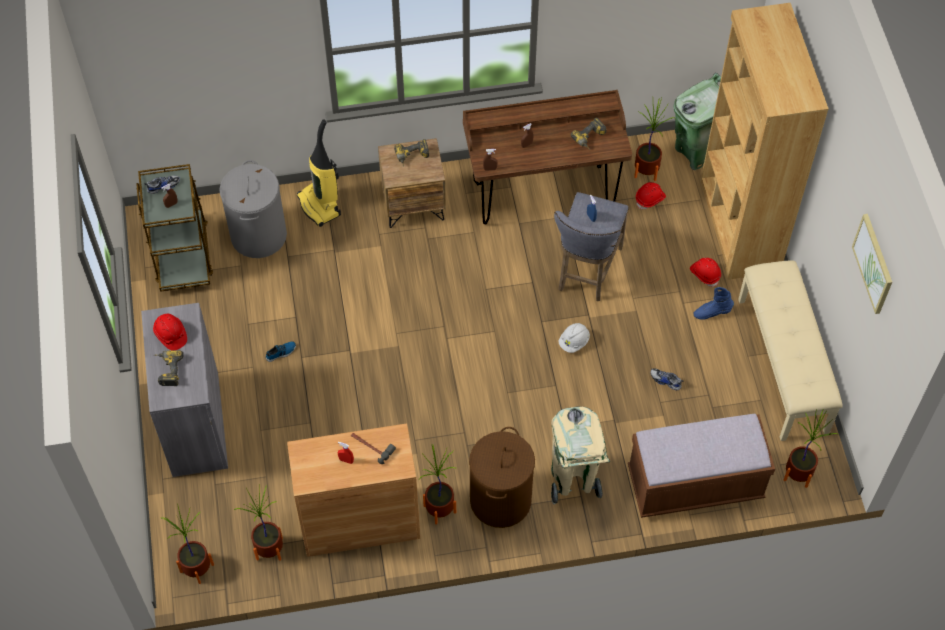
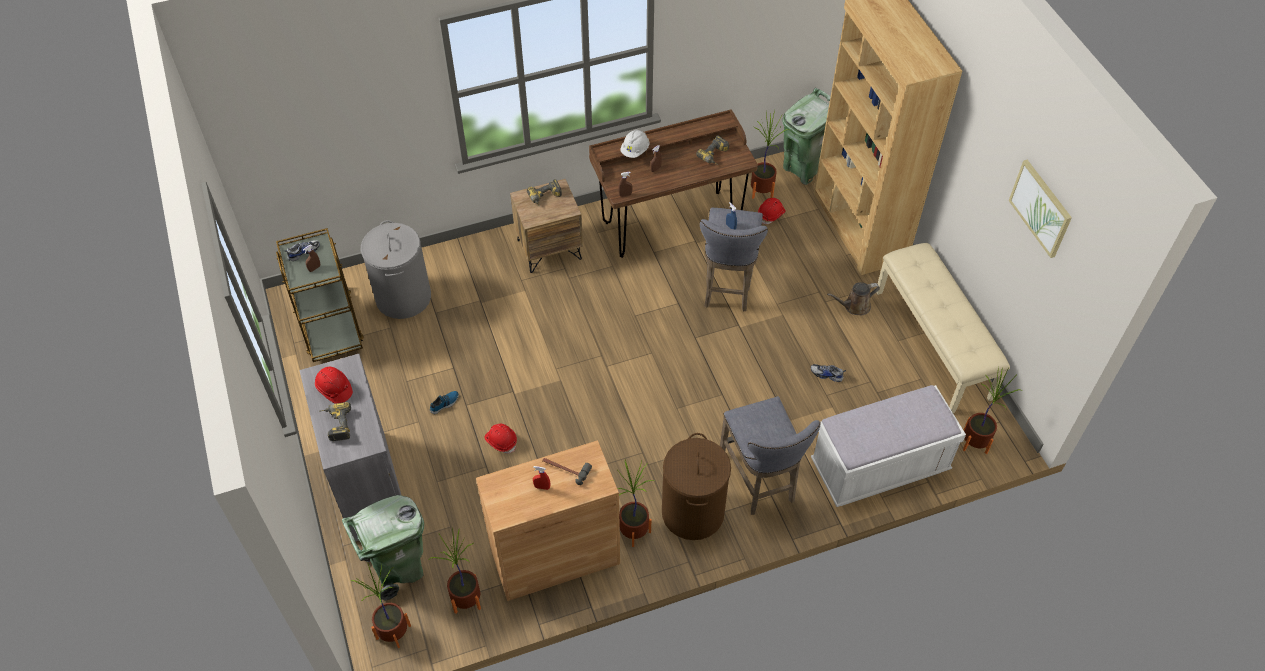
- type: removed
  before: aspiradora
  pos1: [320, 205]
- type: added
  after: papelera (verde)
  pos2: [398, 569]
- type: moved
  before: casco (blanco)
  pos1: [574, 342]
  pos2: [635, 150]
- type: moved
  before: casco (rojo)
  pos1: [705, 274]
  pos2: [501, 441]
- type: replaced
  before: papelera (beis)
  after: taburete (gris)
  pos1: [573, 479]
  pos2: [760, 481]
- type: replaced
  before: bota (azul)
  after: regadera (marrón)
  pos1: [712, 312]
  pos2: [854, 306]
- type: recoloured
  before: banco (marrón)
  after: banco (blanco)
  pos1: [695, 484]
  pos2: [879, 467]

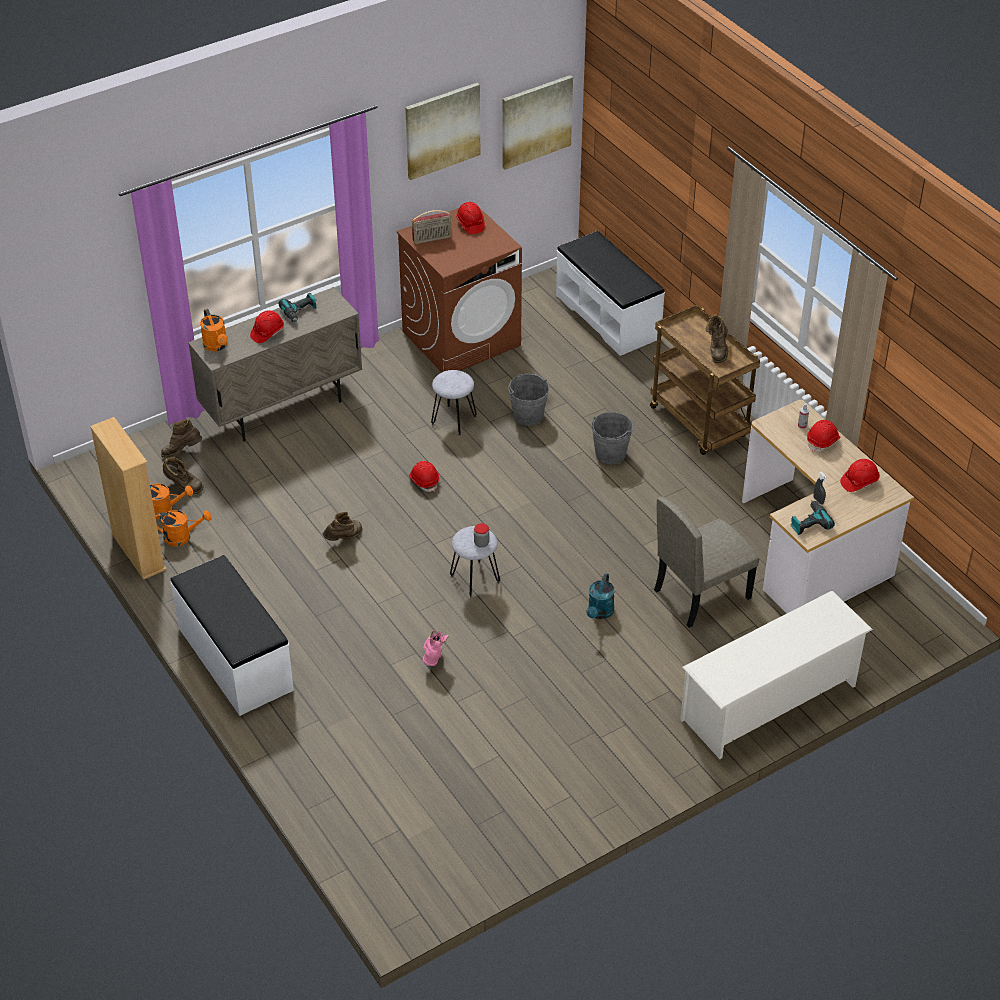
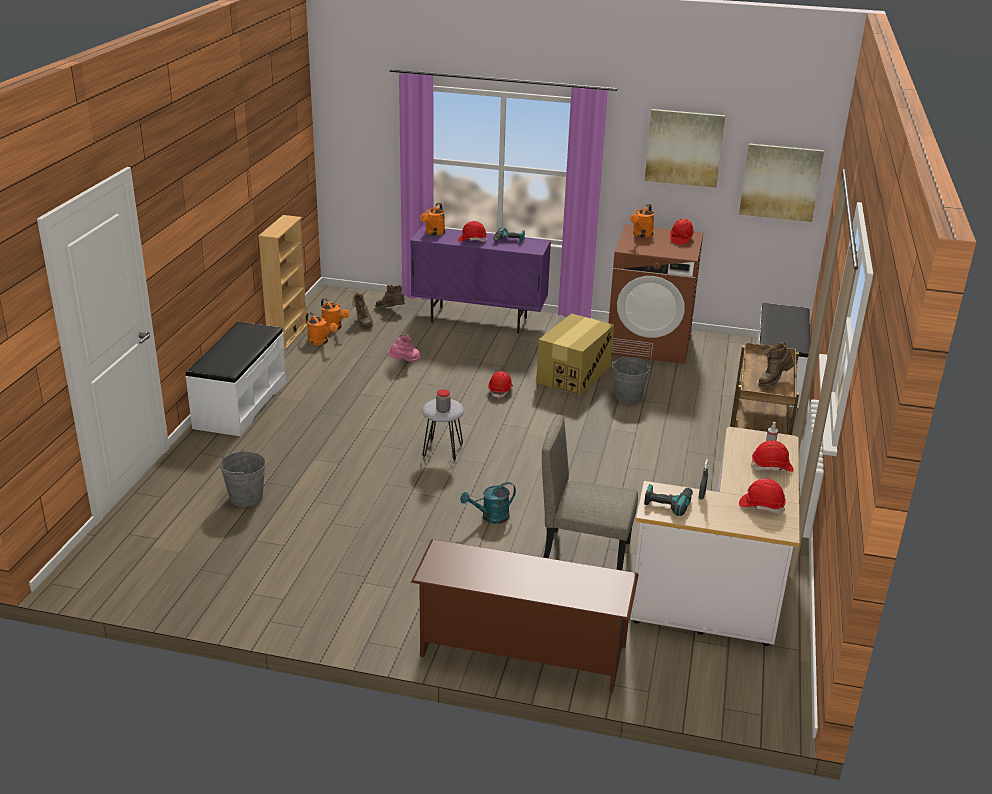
- type: removed
  before: bota (marrón)
  pos1: [344, 538]
- type: moved
  before: bota (rosa)
  pos1: [433, 658]
  pos2: [405, 361]
- type: moved
  before: cubo (gris)
  pos1: [610, 454]
  pos2: [246, 497]
- type: replaced
  before: radio
  after: regadera (naranja)
  pos1: [432, 239]
  pos2: [641, 235]
- type: replaced
  before: taburete (gris)
  after: caja de cartón
  pos1: [454, 420]
  pos2: [574, 374]
- type: recoloured
  before: armario (beis)
  after: armario (morado)
  pos1: [283, 409]
  pos2: [479, 320]
- type: recoloured
  before: zapatero (blanco)
  after: zapatero (marrón)
  pos1: [769, 703]
  pos2: [521, 651]

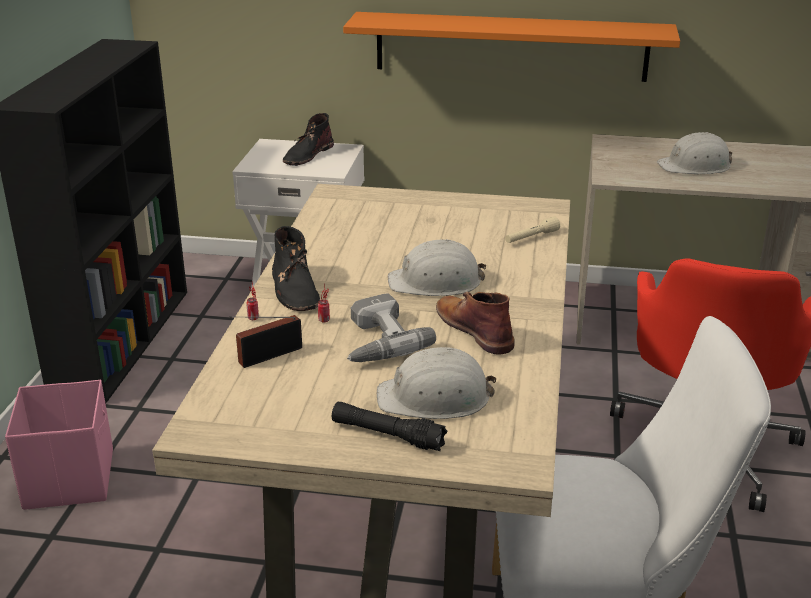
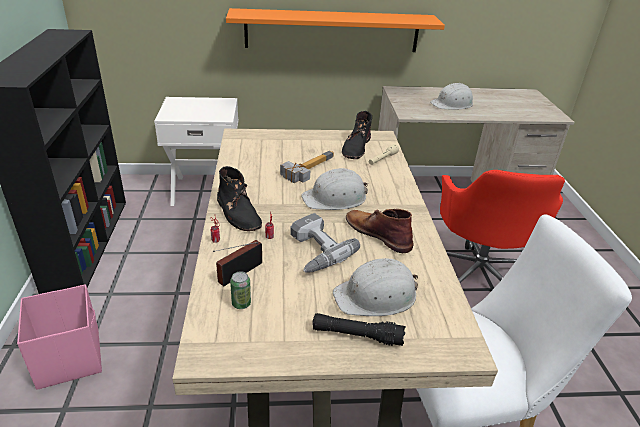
- type: added
  after: lata
  pos2: [241, 304]
- type: added
  after: martillo
  pos2: [306, 168]
- type: moved
  before: bota (negro)
  pos1: [307, 155]
  pos2: [356, 147]

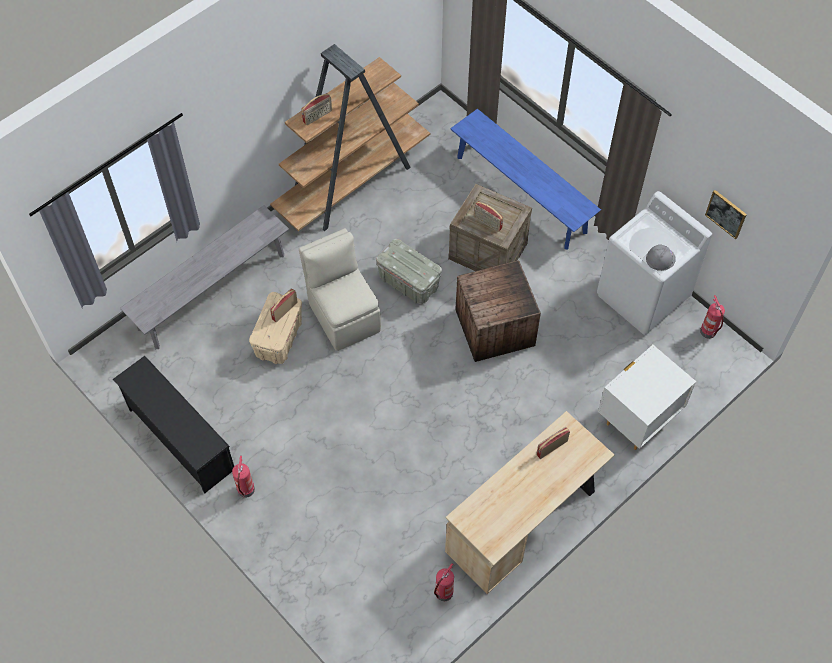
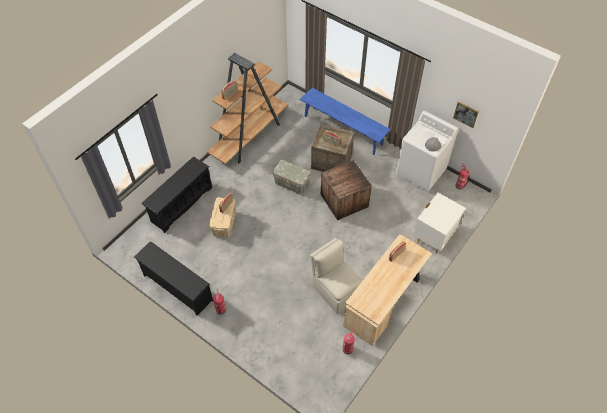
- type: moved
  before: silla (beis)
  pos1: [343, 315]
  pos2: [335, 290]
- type: replaced
  before: banco (gris)
  after: zapatero (negro)
  pos1: [212, 292]
  pos2: [181, 204]

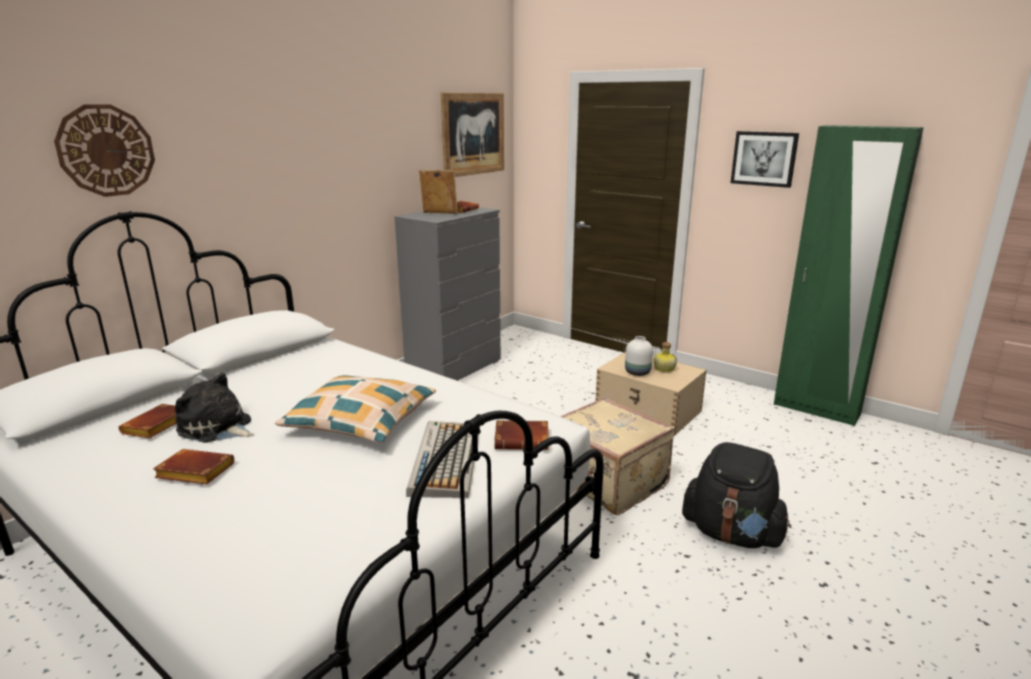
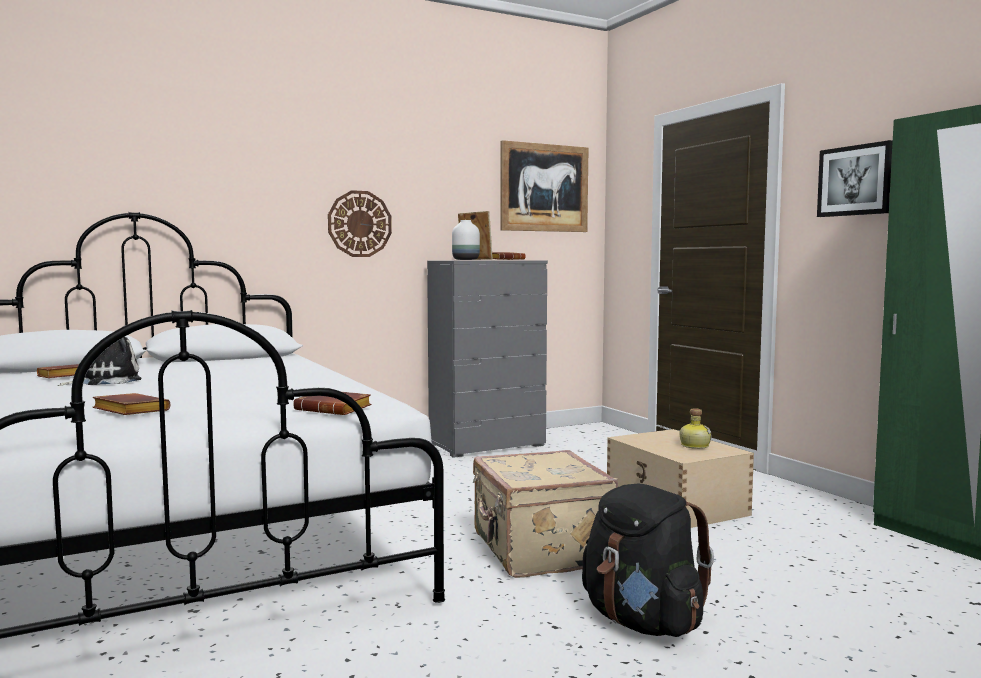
- type: removed
  before: cojín
  pos1: [361, 420]
- type: removed
  before: teclado
  pos1: [445, 459]
- type: moved
  before: reloj de pared
  pos1: [106, 150]
  pos2: [359, 224]
- type: moved
  before: libro (marrón)
  pos1: [193, 473]
  pos2: [128, 411]
- type: moved
  before: florero (blanco)
  pos1: [637, 372]
  pos2: [465, 260]
- type: turned
  before: peluche
  pos1: [217, 428]
  pos2: [106, 381]
  turn: 90

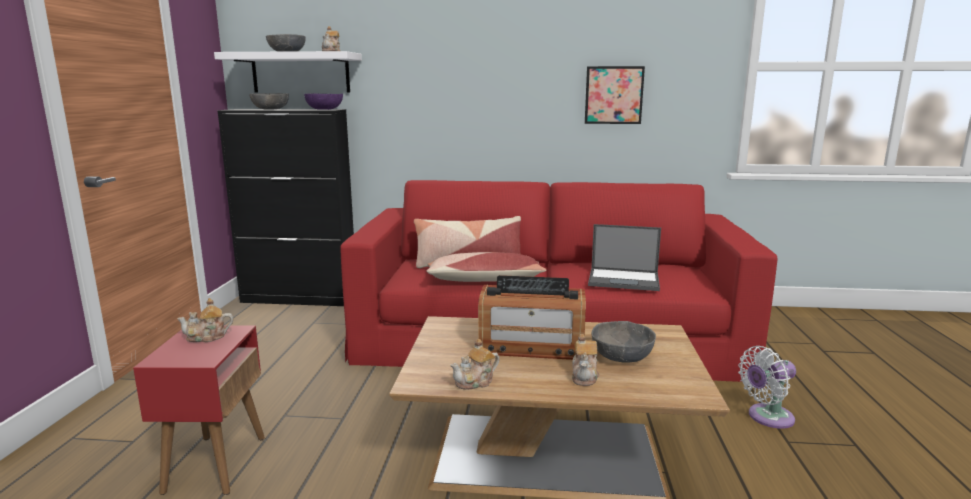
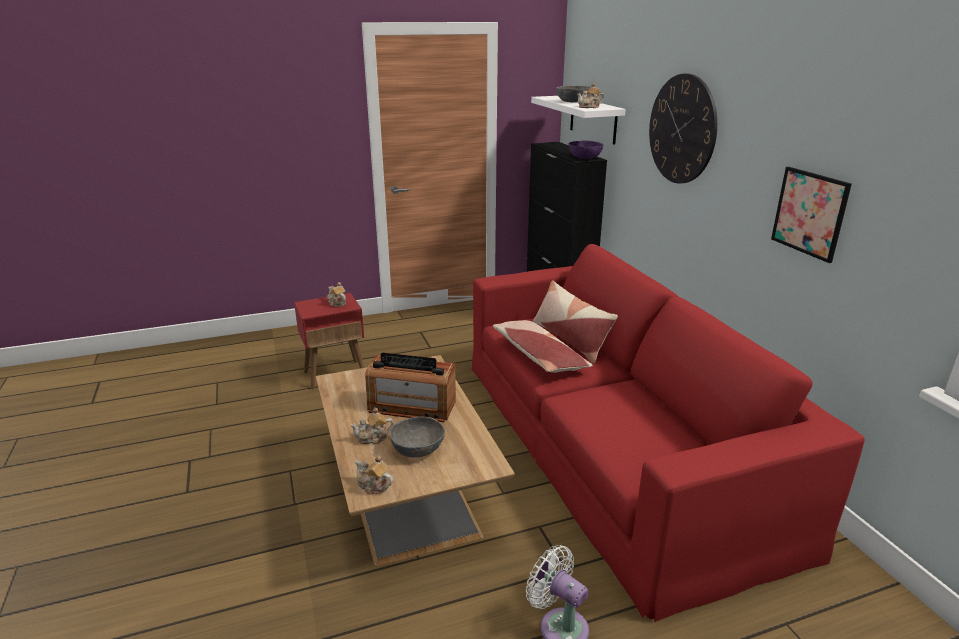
- type: removed
  before: cuenco (gris)
  pos1: [270, 109]
- type: removed
  before: portátil
  pos1: [624, 280]
- type: added
  after: reloj de pared
  pos2: [682, 129]
- type: moved
  before: tetera
  pos1: [475, 382]
  pos2: [373, 486]
- type: turned
  before: radio
  pos1: [531, 346]
  pos2: [411, 406]
  turn: -60

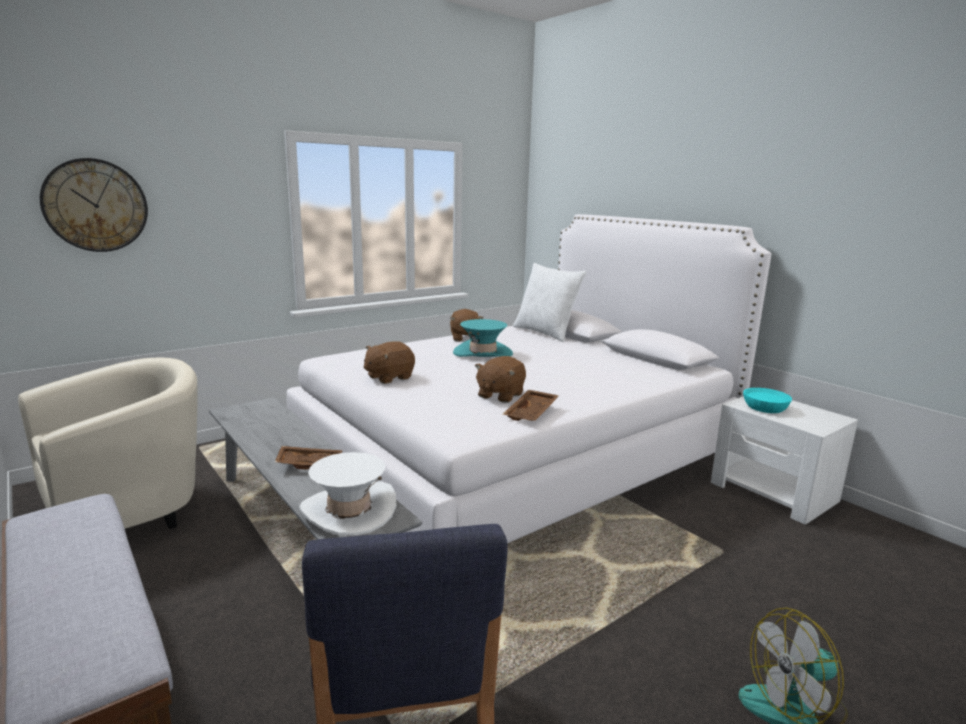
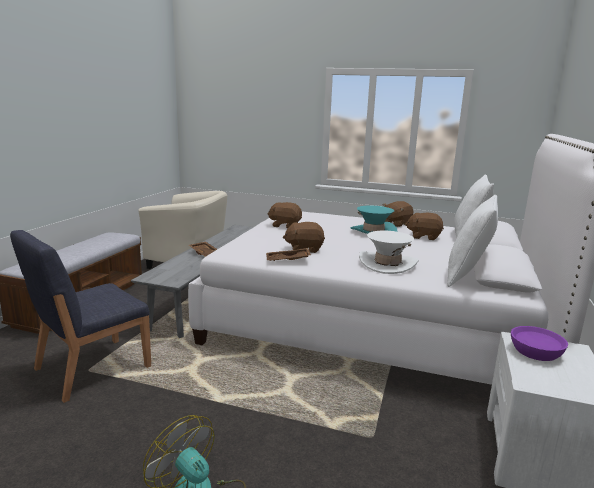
- type: removed
  before: reloj de pared
  pos1: [95, 205]
- type: added
  after: peluche (marrón)
  pos2: [423, 237]
- type: added
  after: cojín (blanco)
  pos2: [467, 275]
- type: moved
  before: sombrero (blanco)
  pos1: [349, 510]
  pos2: [387, 264]
- type: recoloured
  before: cuenco (turquesa)
  after: cuenco (morado)
  pos1: [765, 408]
  pos2: [536, 352]

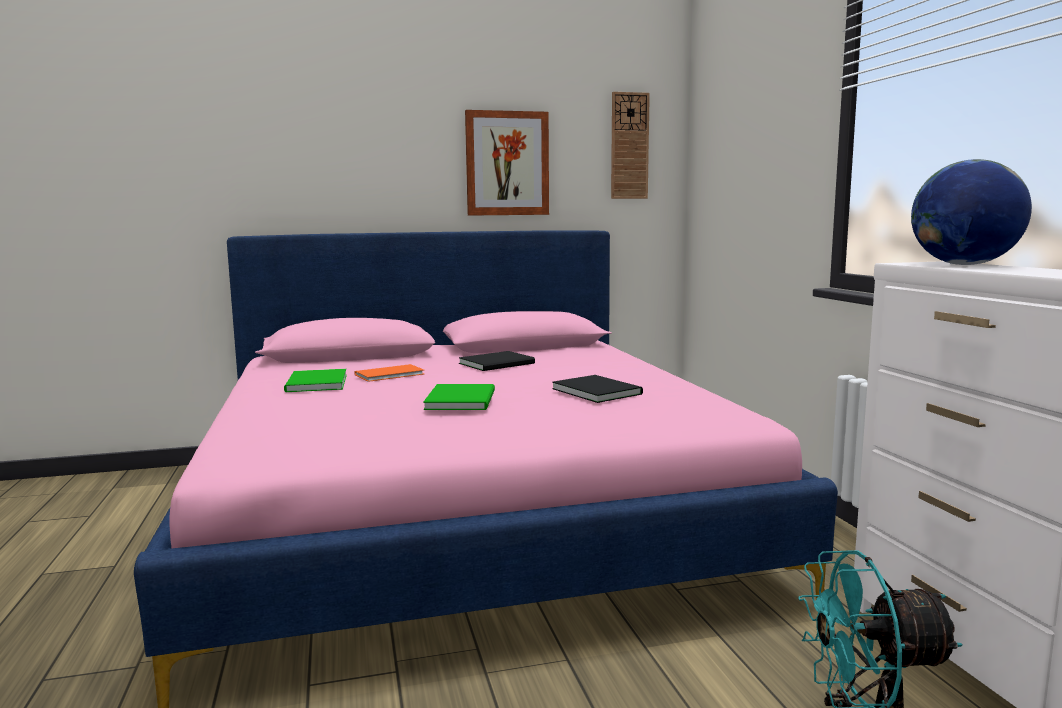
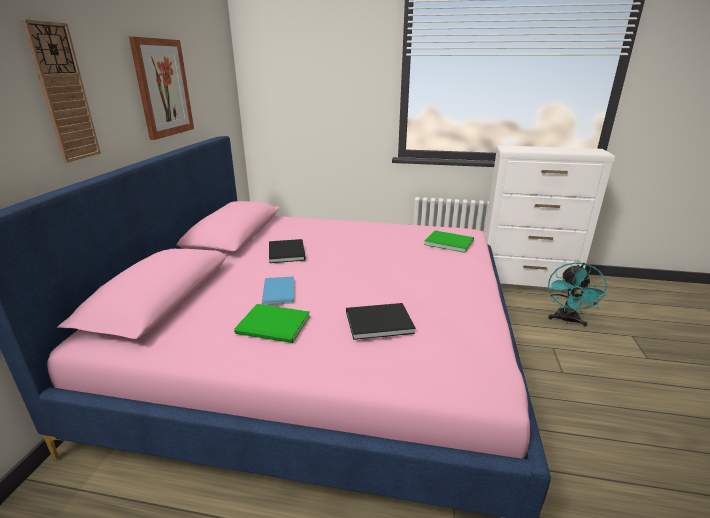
- type: removed
  before: globo terráqueo
  pos1: [964, 264]
- type: moved
  before: libro (verde)
  pos1: [463, 399]
  pos2: [448, 242]
- type: moved
  before: libro (negro)
  pos1: [596, 390]
  pos2: [376, 321]
- type: moved
  before: reloj de pared
  pos1: [629, 146]
  pos2: [63, 93]
- type: recoloured
  before: libro (naranja)
  after: libro (azul)
  pos1: [392, 374]
  pos2: [280, 290]

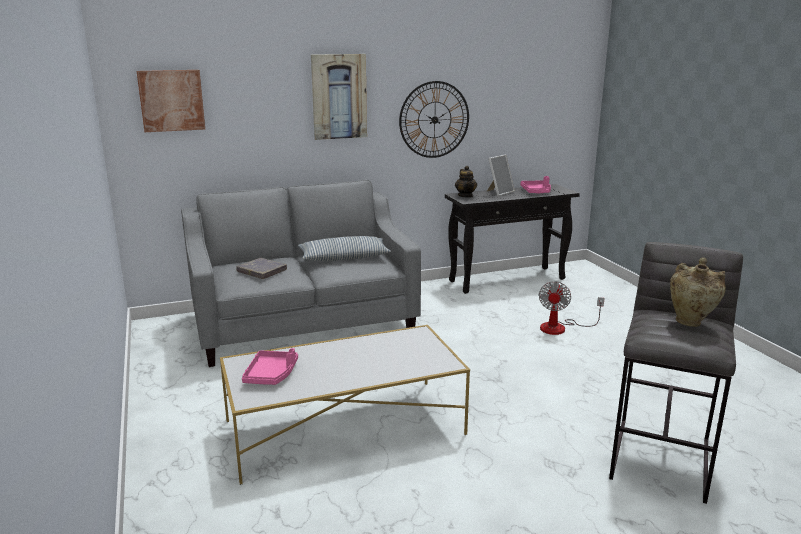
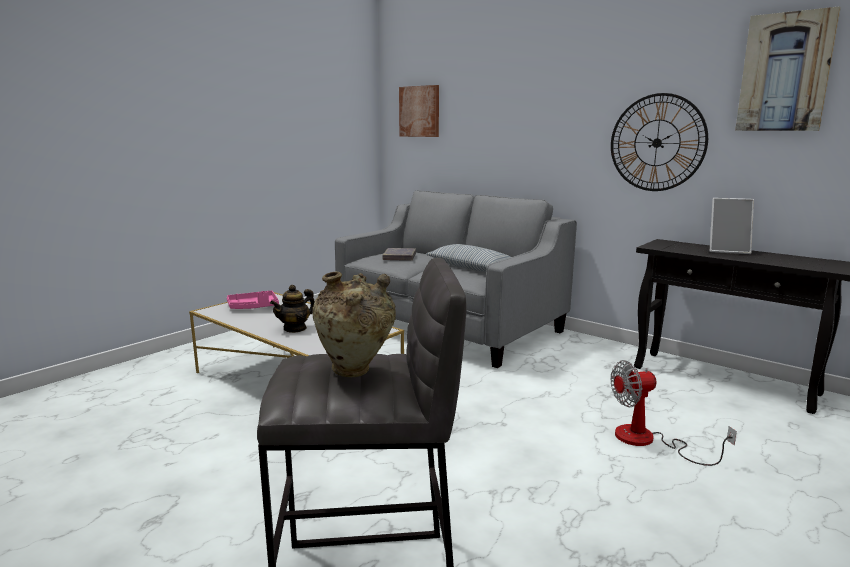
- type: removed
  before: bandeja (rosa)
  pos1: [536, 192]
- type: moved
  before: cuadro
  pos1: [339, 96]
  pos2: [785, 73]
- type: moved
  before: tetera
  pos1: [465, 196]
  pos2: [295, 328]

